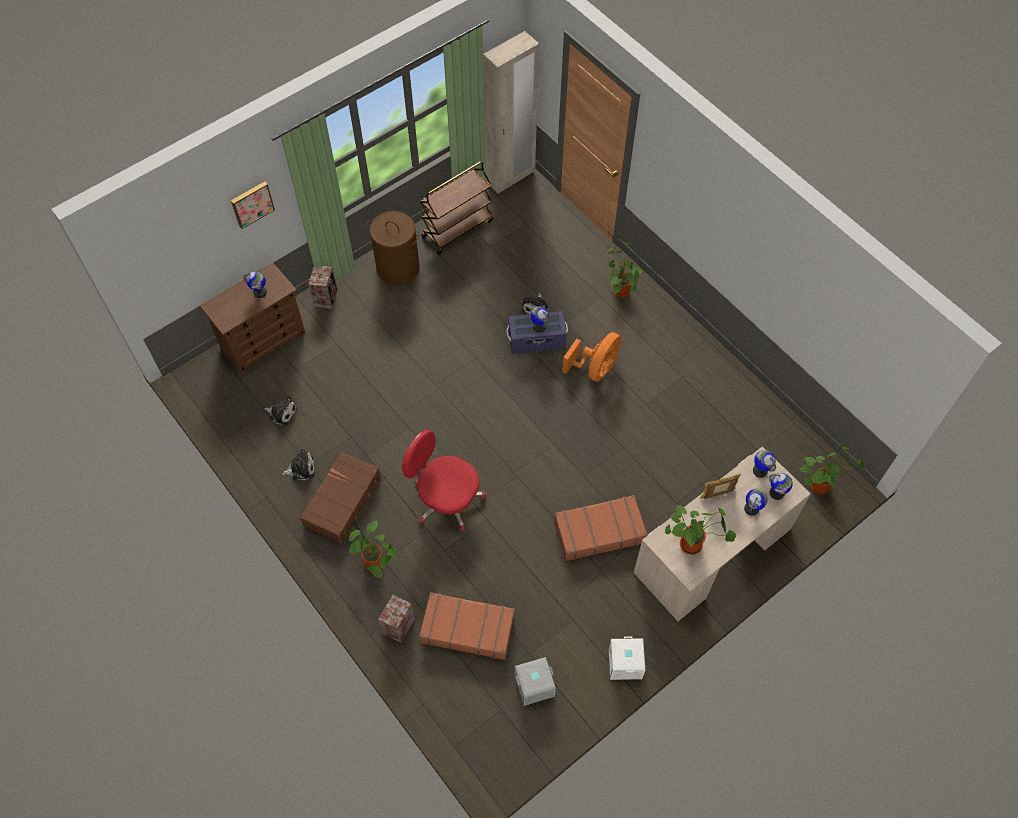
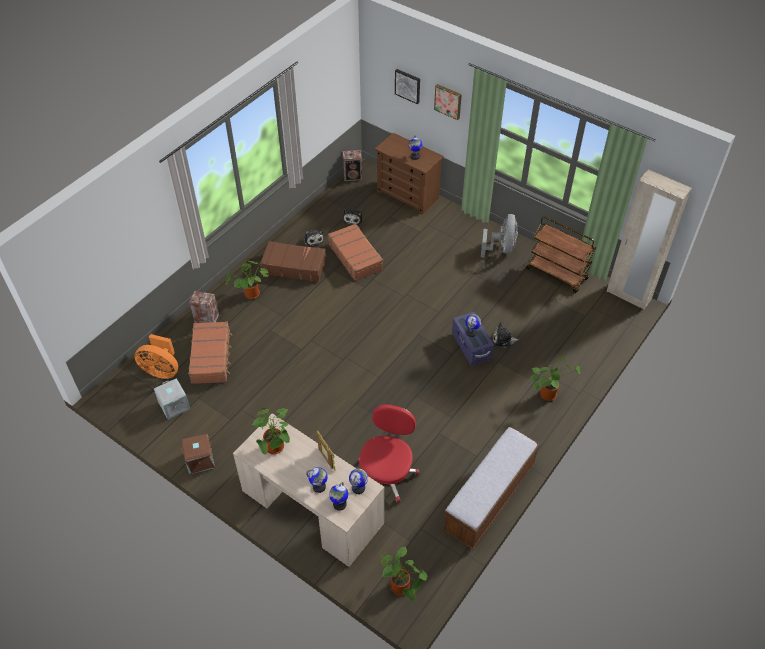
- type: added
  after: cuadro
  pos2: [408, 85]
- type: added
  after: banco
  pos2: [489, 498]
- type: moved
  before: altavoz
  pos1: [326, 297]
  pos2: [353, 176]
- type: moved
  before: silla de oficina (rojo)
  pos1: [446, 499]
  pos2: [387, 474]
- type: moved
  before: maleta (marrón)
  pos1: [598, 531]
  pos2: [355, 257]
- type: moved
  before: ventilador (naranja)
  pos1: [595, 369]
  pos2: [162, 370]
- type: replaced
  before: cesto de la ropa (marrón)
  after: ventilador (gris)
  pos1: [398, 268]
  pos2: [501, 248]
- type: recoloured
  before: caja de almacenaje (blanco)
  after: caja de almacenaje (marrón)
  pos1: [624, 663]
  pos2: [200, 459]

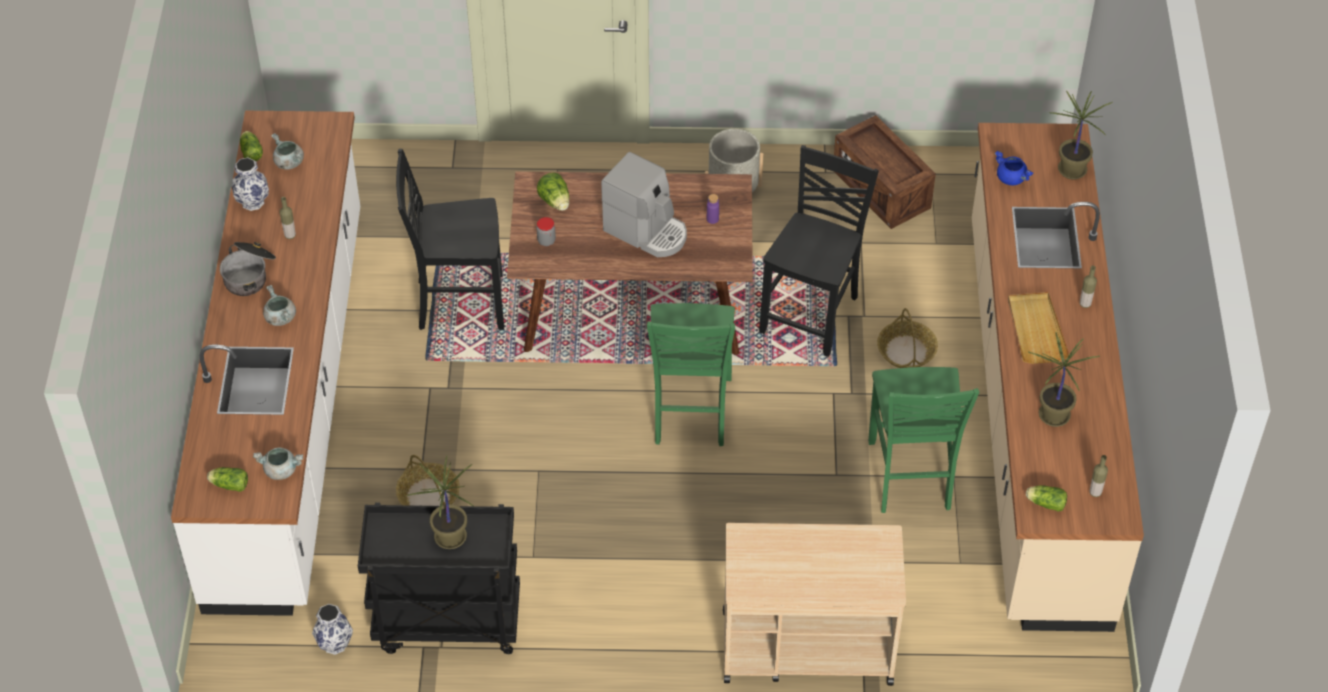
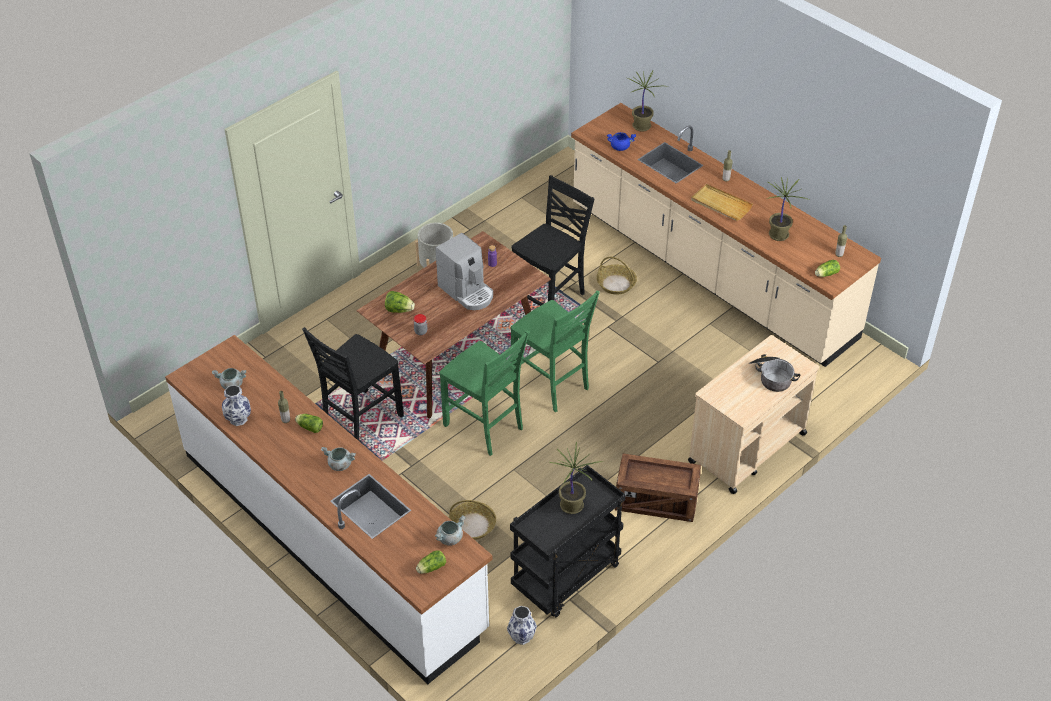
- type: moved
  before: olla
  pos1: [250, 274]
  pos2: [771, 377]
- type: moved
  before: lechuga
  pos1: [251, 151]
  pos2: [309, 427]
- type: moved
  before: caja de embalaje
  pos1: [881, 189]
  pos2: [656, 500]
- type: moved
  before: silla (verde)
  pos1: [910, 477]
  pos2: [485, 427]
- type: turned
  before: cafetera
  pos1: [647, 231]
  pos2: [467, 291]
  turn: 60
- type: turned
  before: silla (negro)
  pos1: [812, 314]
  pos2: [550, 298]
  turn: 60

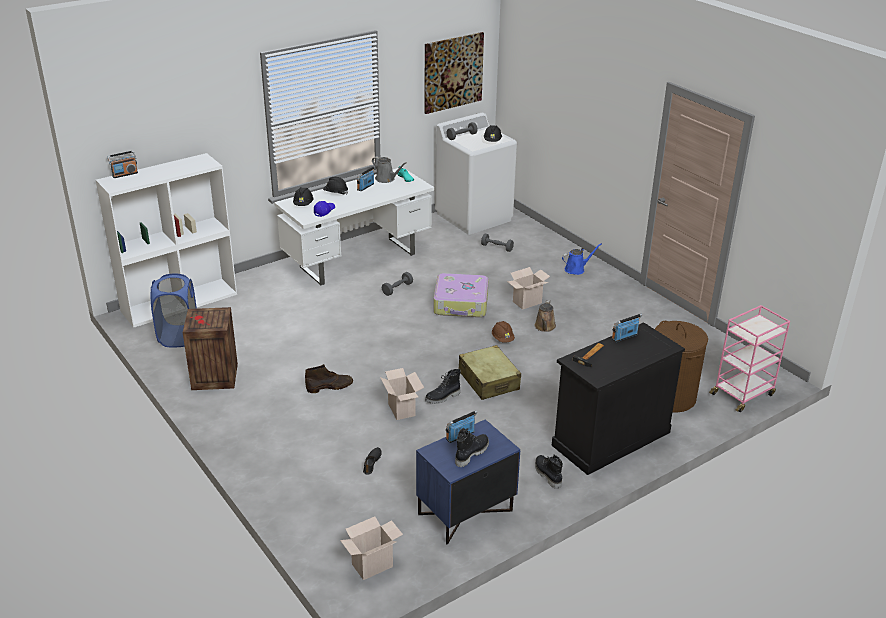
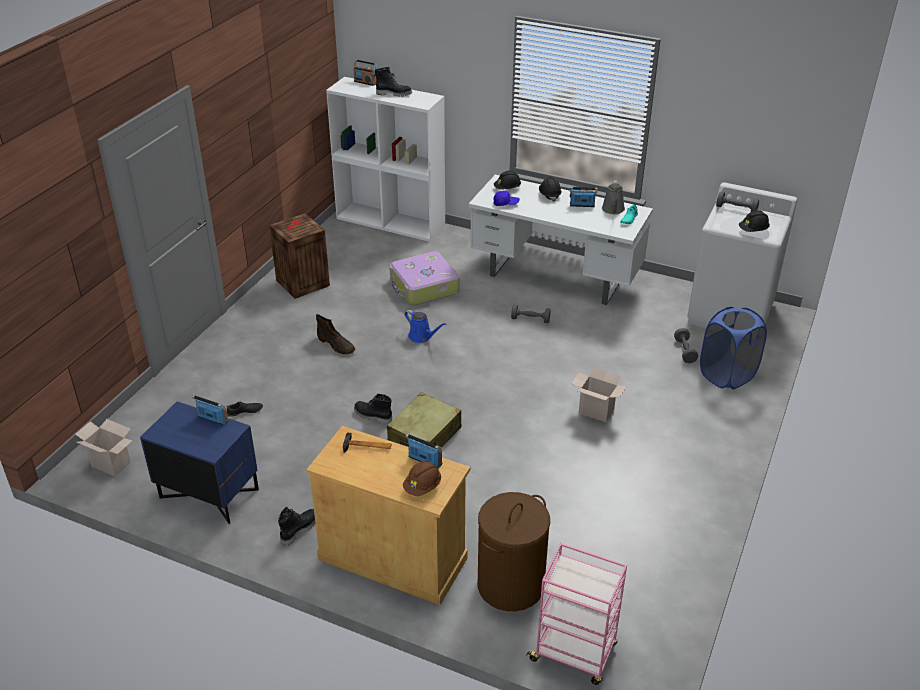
- type: removed
  before: caja de cartón
  pos1: [402, 410]
- type: removed
  before: cuadro
  pos1: [453, 72]
- type: removed
  before: regadera (marrón)
  pos1: [544, 327]
- type: moved
  before: cesto de la ropa (azul)
  pos1: [179, 336]
  pos2: [727, 375]
- type: moved
  before: maleta
  pos1: [461, 304]
  pos2: [424, 287]
- type: moved
  before: bota (negro)
  pos1: [471, 453]
  pos2: [394, 94]
- type: moved
  before: casco (marrón)
  pos1: [502, 339]
  pos2: [422, 487]
- type: moved
  before: regadera (azul)
  pos1: [576, 269]
  pos2: [422, 336]
- type: recoloured
  before: armario (negro)
  after: armario (beis)
  pos1: [610, 438]
  pos2: [393, 558]

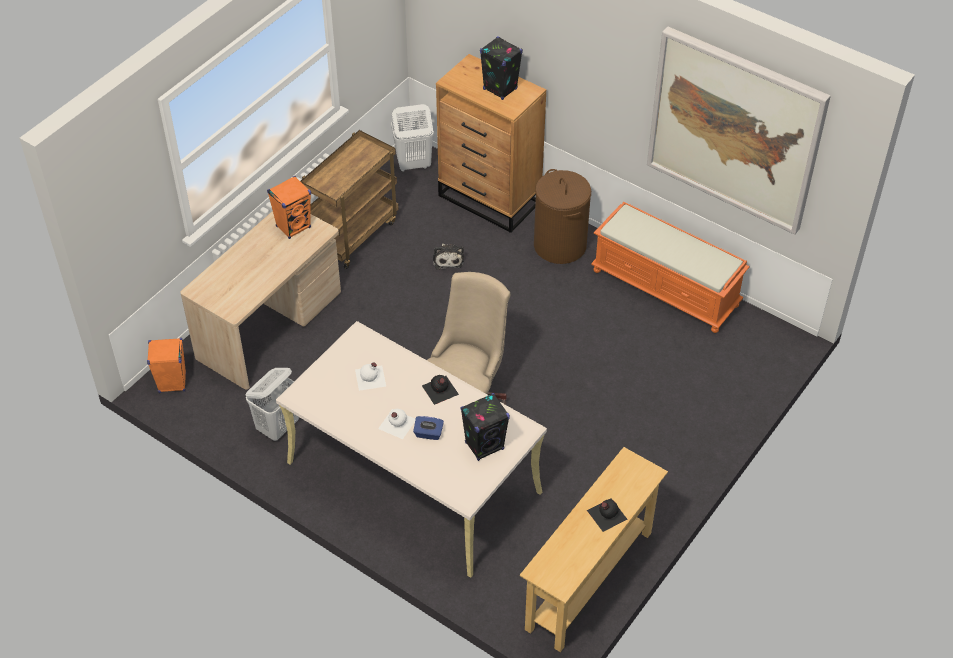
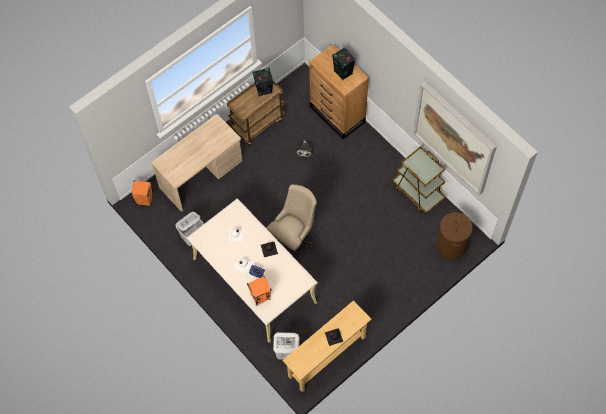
- type: moved
  before: altavoz (naranja)
  pos1: [293, 227]
  pos2: [260, 297]
- type: moved
  before: cesto de la ropa (blanco)
  pos1: [413, 164]
  pos2: [287, 353]
- type: moved
  before: altavoz (negro)
  pos1: [484, 446]
  pos2: [264, 90]
- type: moved
  before: cesto de la ropa (marrón)
  pos1: [559, 245]
  pos2: [451, 245]
- type: replaced
  before: banco (naranja)
  after: carrito (marrón)
  pos1: [666, 288]
  pos2: [418, 192]

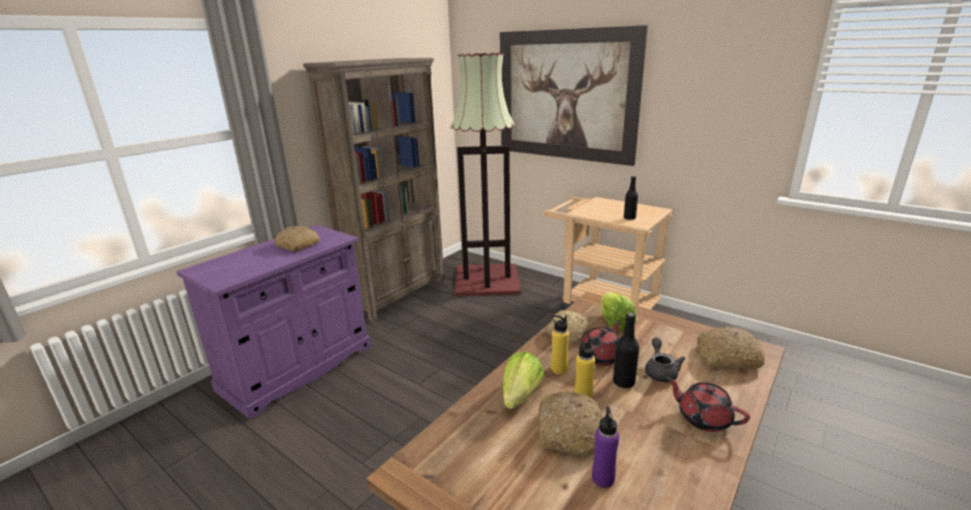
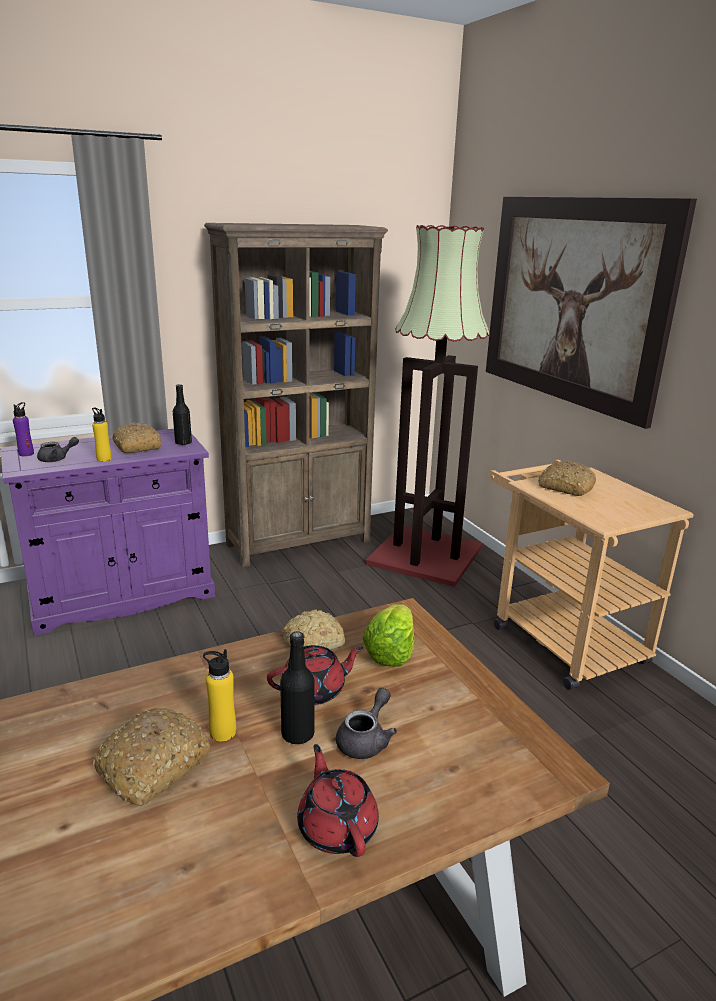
- type: removed
  before: lechuga
  pos1: [520, 396]
- type: added
  after: tetera (gris)
  pos2: [57, 459]
- type: moved
  before: botella (amarillo)
  pos1: [559, 369]
  pos2: [104, 459]
- type: moved
  before: botella (morado)
  pos1: [603, 478]
  pos2: [26, 454]
- type: moved
  before: botella (negro)
  pos1: [629, 218]
  pos2: [183, 443]
- type: moved
  before: pan
  pos1: [727, 357]
  pos2: [565, 487]

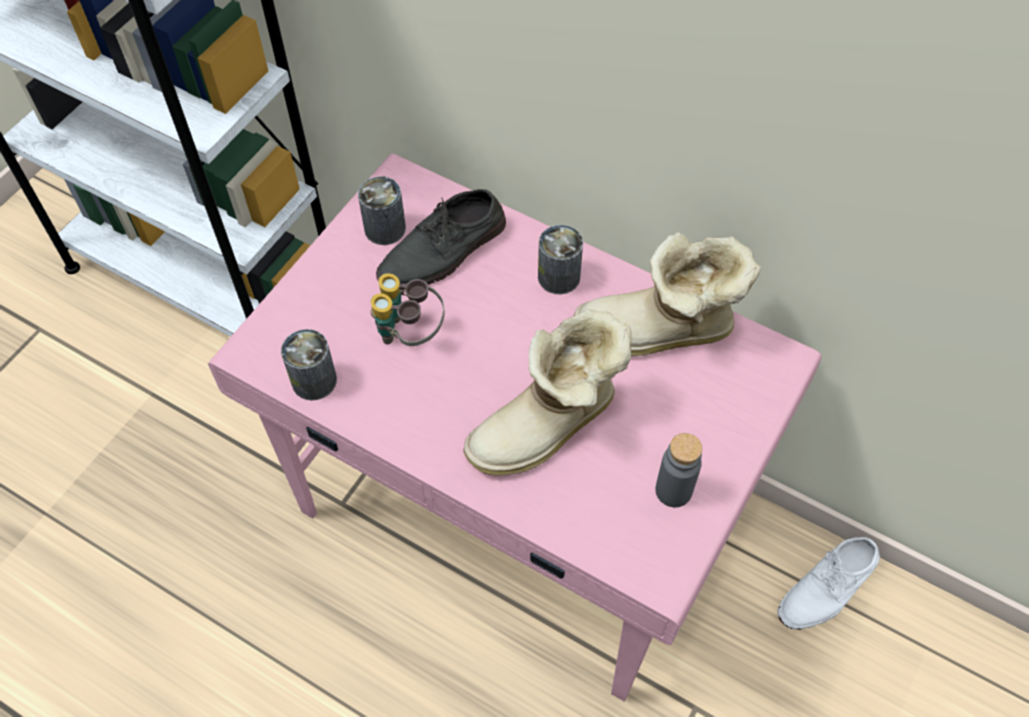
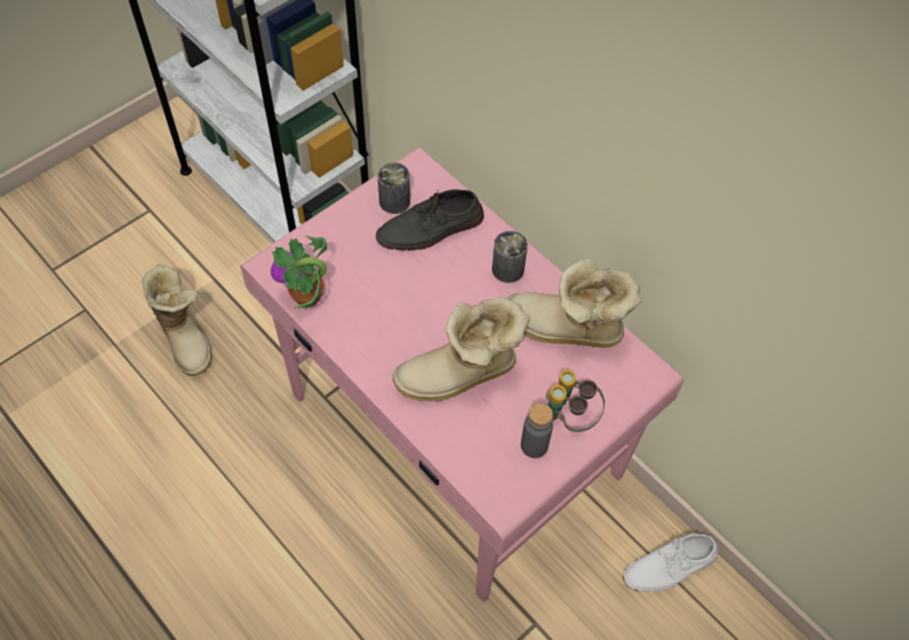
- type: added
  after: bota
  pos2: [186, 337]
- type: moved
  before: prismáticos
  pos1: [409, 333]
  pos2: [570, 416]
- type: replaced
  before: lata
  after: planta en maceta
  pos1: [314, 380]
  pos2: [308, 297]

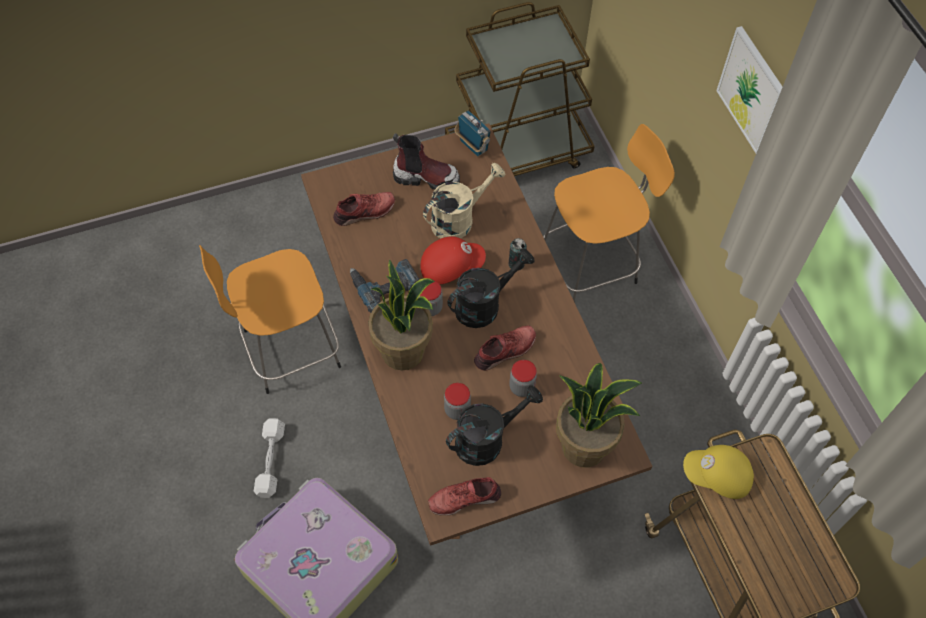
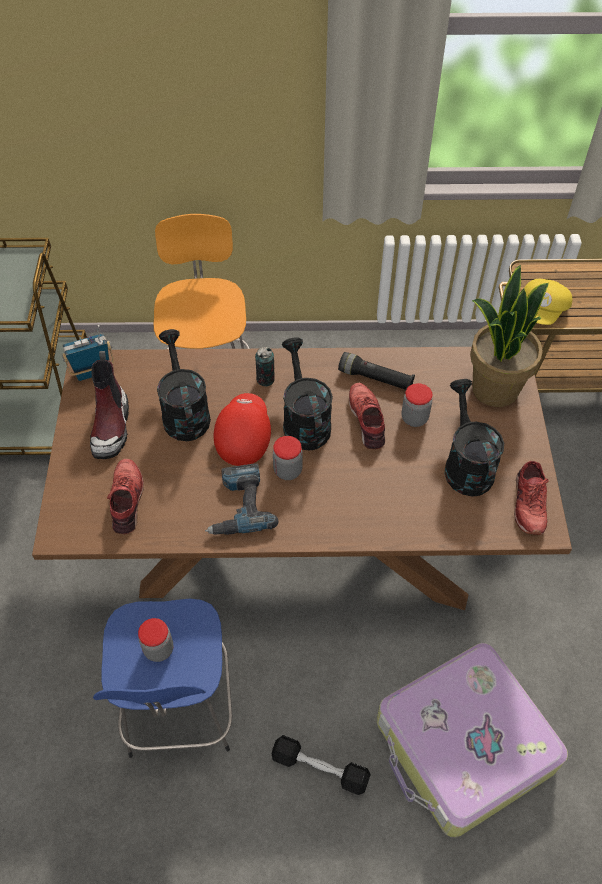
- type: removed
  before: planta en maceta
  pos1: [404, 351]
- type: removed
  before: cuadro
  pos1: [752, 90]
- type: added
  after: linterna (negro)
  pos2: [375, 379]
- type: moved
  before: tarro
  pos1: [457, 410]
  pos2: [159, 649]
- type: recoloured
  before: taburete (naranja)
  after: taburete (azul)
  pos1: [288, 350]
  pos2: [179, 710]
- type: recoloured
  before: mancuerna (blanco)
  after: mancuerna (negro)
  pos1: [271, 461]
  pos2: [320, 768]
- type: recoloured
  before: regadera (beis)
  after: regadera (negro)
  pos1: [459, 219]
  pos2: [184, 412]
- type: turned
  before: bota
  pos1: [426, 177]
  pos2: [111, 426]
  turn: 150

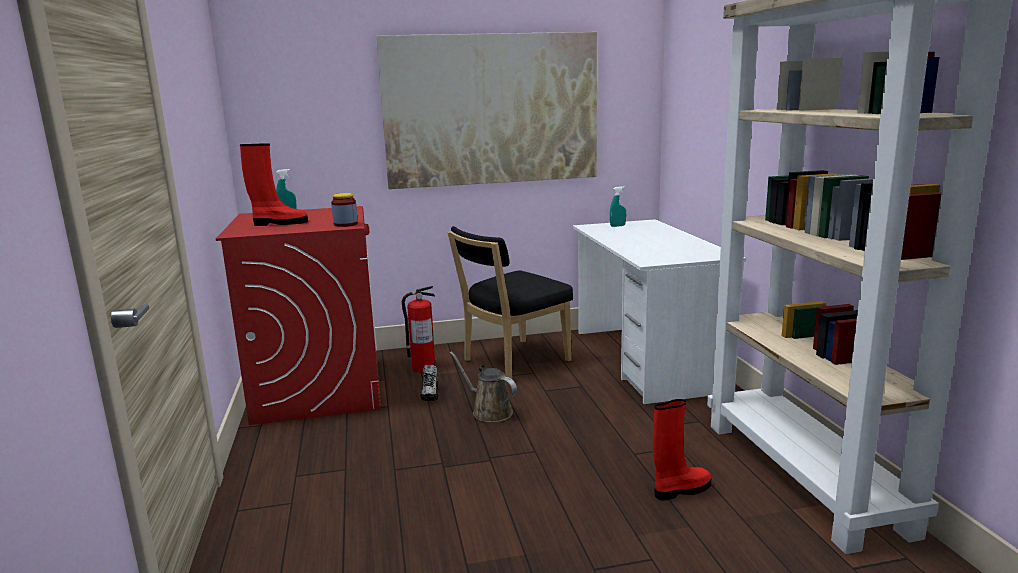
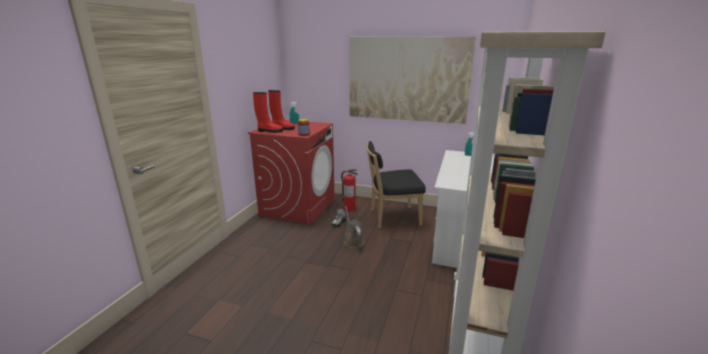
- type: moved
  before: bota (rojo)
  pos1: [680, 490]
  pos2: [269, 131]

